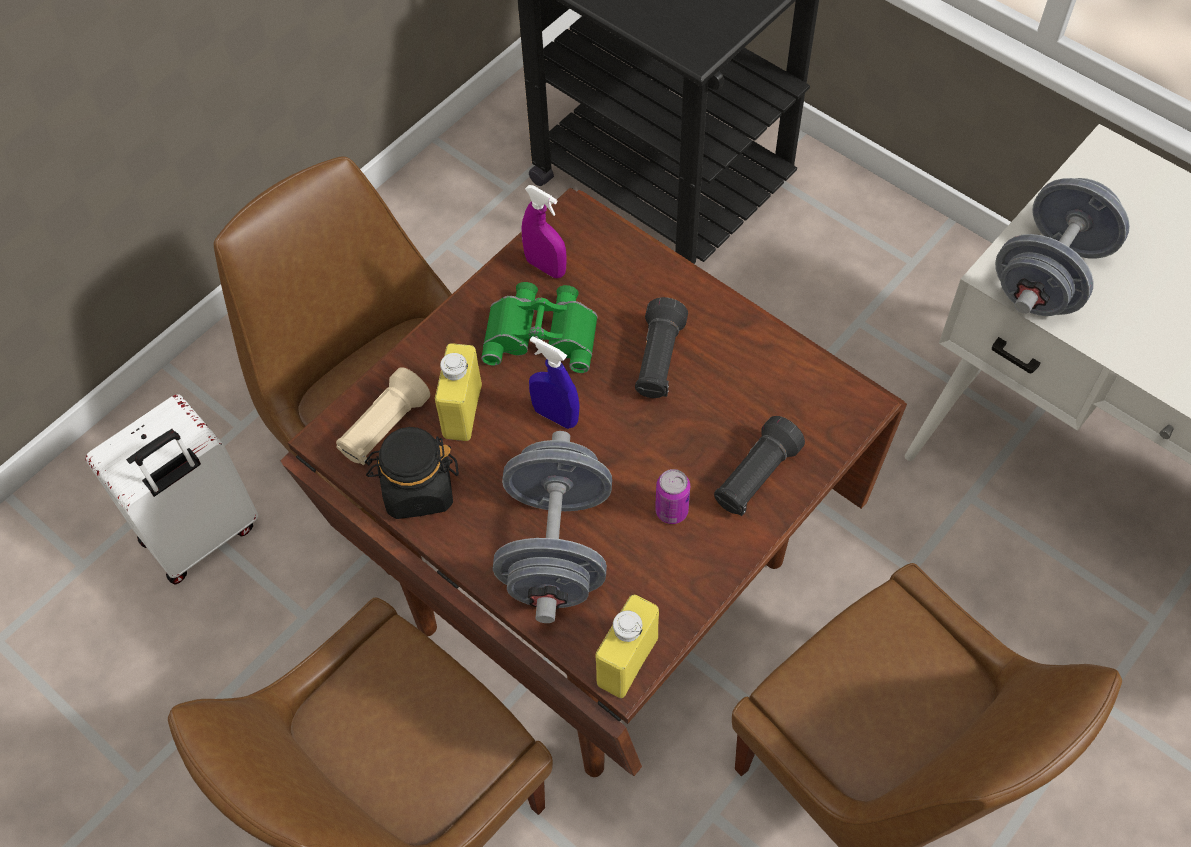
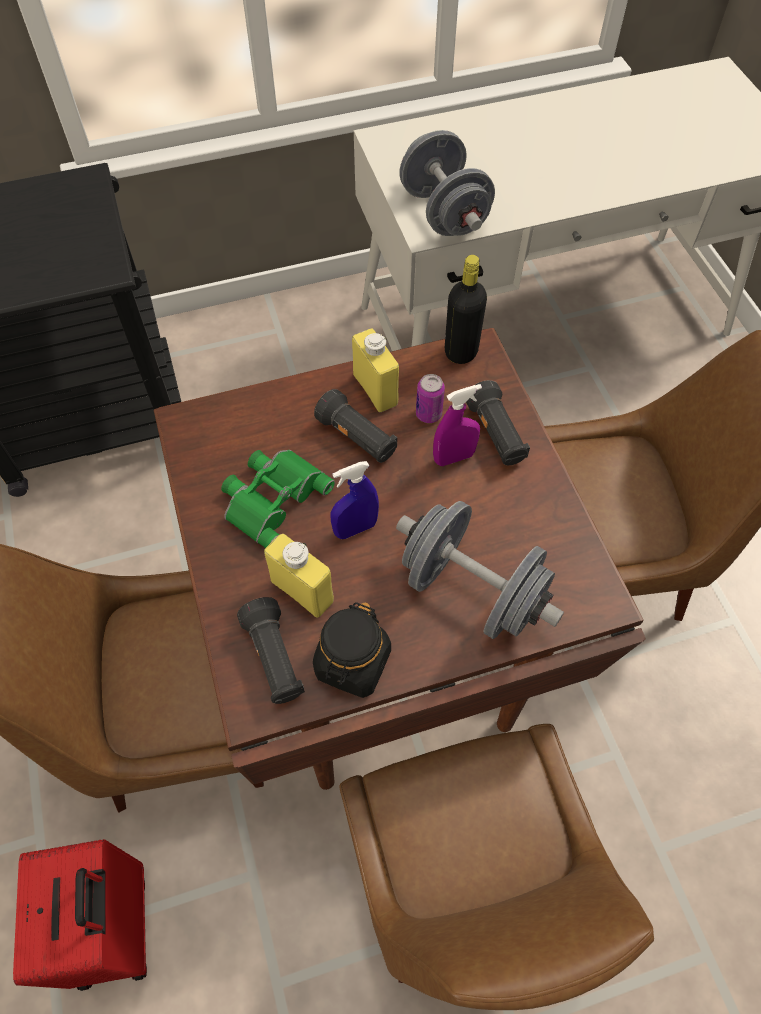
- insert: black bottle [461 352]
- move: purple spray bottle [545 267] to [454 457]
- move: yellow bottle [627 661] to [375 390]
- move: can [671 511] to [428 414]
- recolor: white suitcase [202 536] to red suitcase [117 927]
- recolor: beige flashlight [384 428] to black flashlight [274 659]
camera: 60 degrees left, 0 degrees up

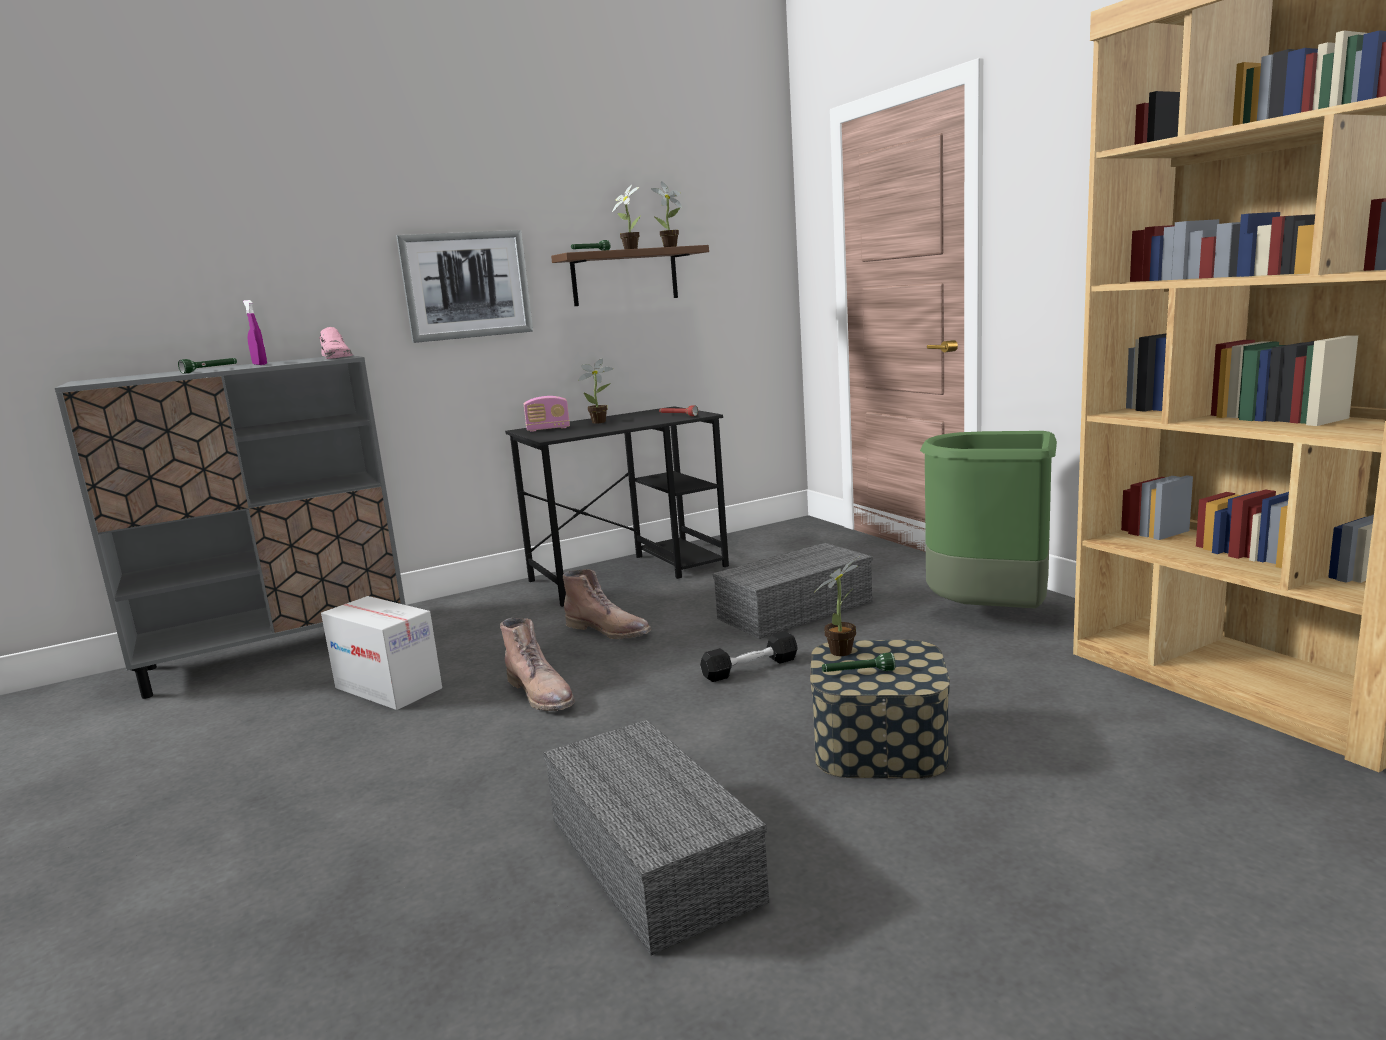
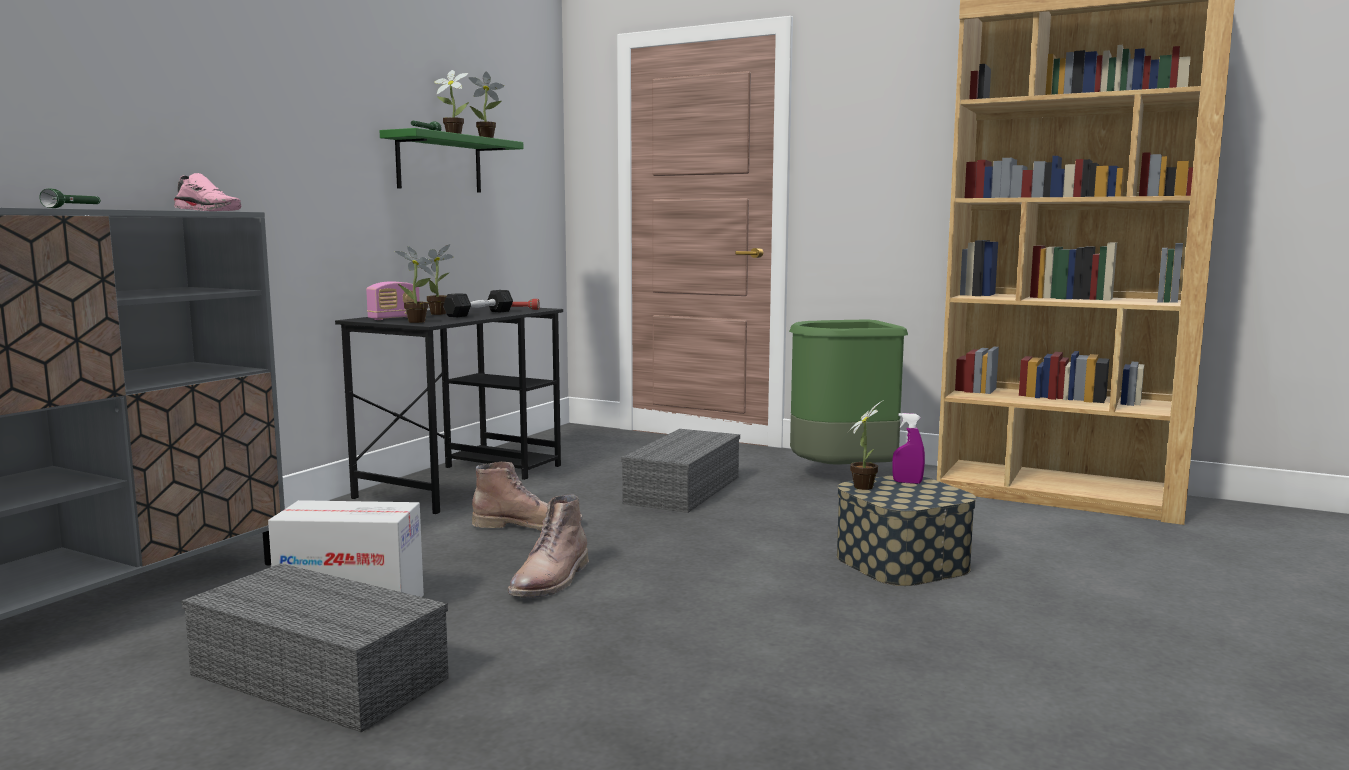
- delete: picture [466 285]
- delete: green flashlight [858 673]
- insert: potted plant [418 322]
- move: purple spray bottle [260 364] to [907 482]
- move: grey storage box [656 859] to [323 676]
- move: black dumbbell [750 668] to [479 314]
- recolor: brown shelf [625 276] to green shelf [439 164]
- rotate: brown boot [542 694] = [551 581] 90 degrees clockwise
camera: 35 degrees left, 5 degrees down

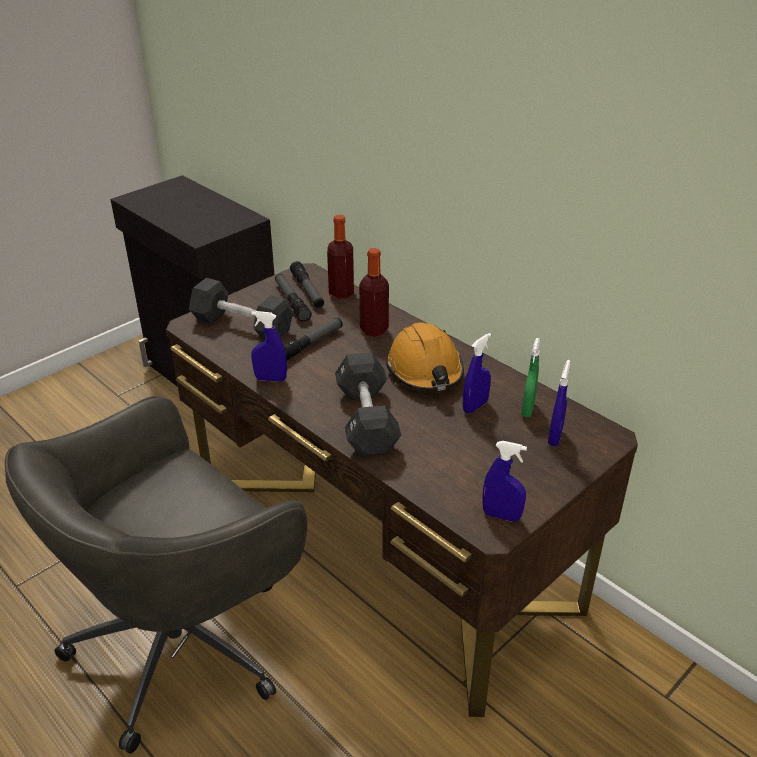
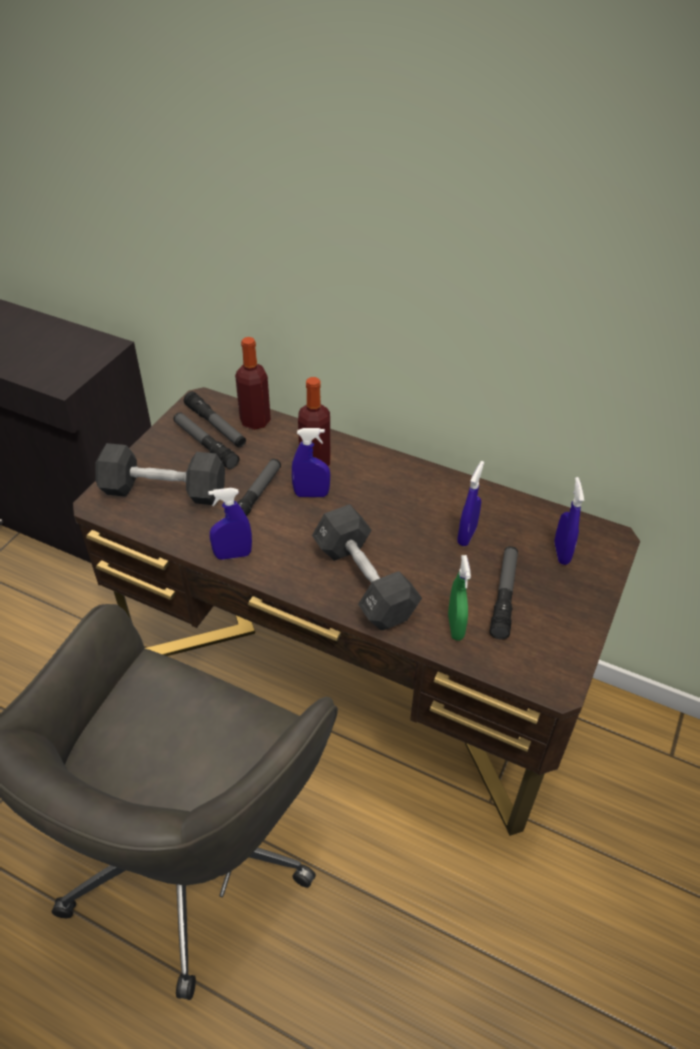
- delete: orange hard hat [425 371]
- insert: flashlight [504 596]
- move: blue spray bottle [501 515] to [311 494]
- move: green spray bottle [527 409] to [455 627]
camera: 20 degrees left, 10 degrees up

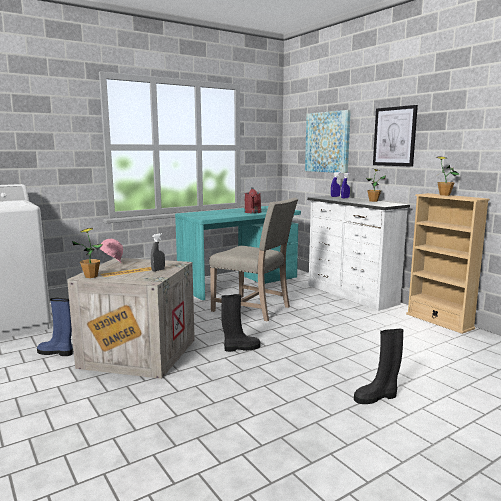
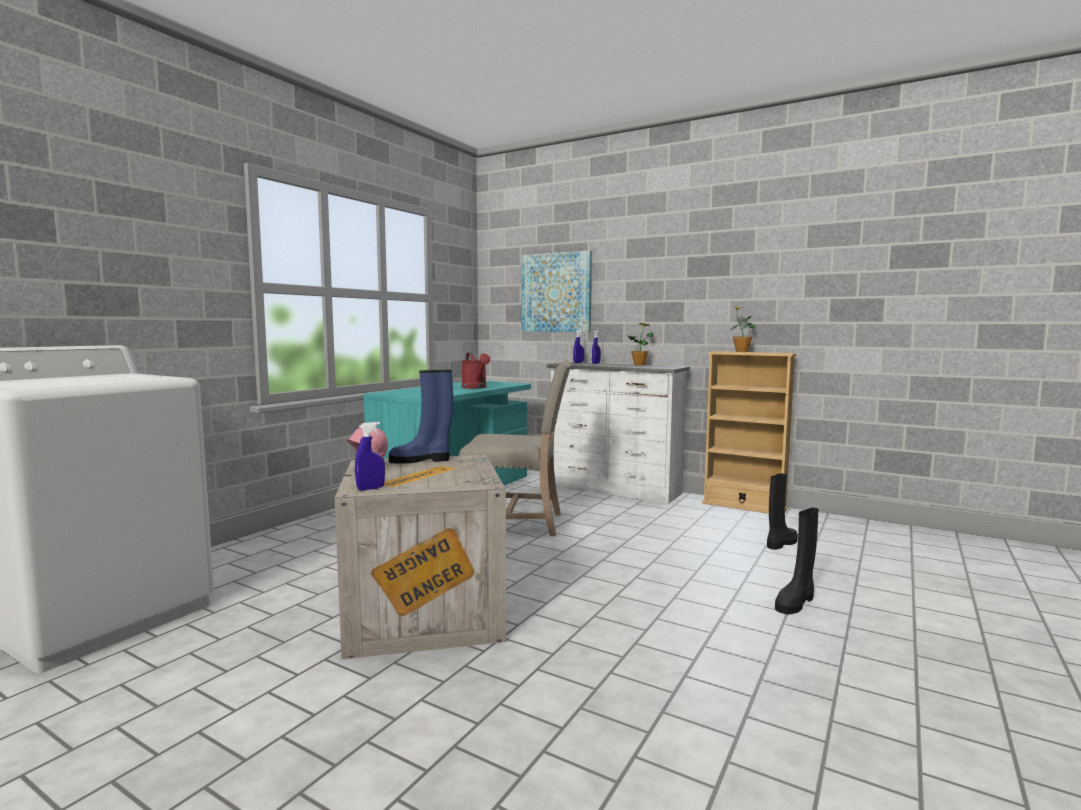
- delete: grey spray bottle [158 270]
- delete: picture [394 136]
- move: blue boot [56 352] to [421 460]
- move: black boot [241 348] to [781 543]
- replace: potted plant [91 276] to blue spray bottle [370 488]
camera: 25 degrees left, 5 degrees down

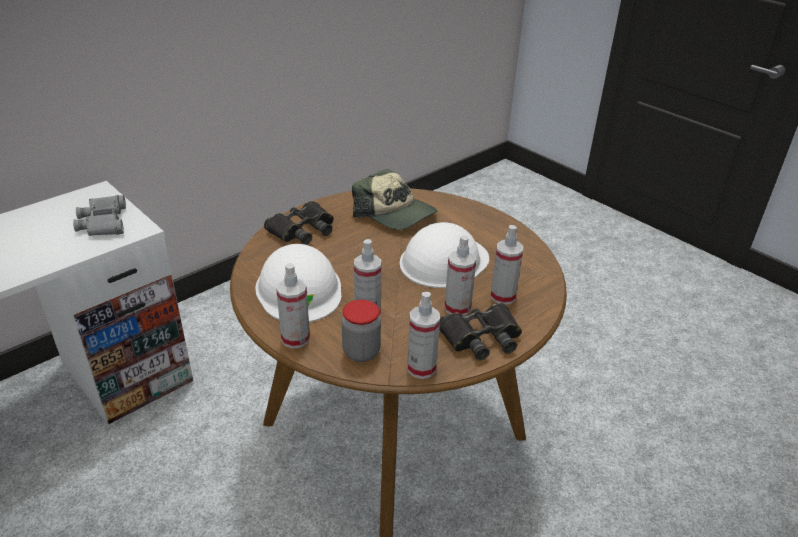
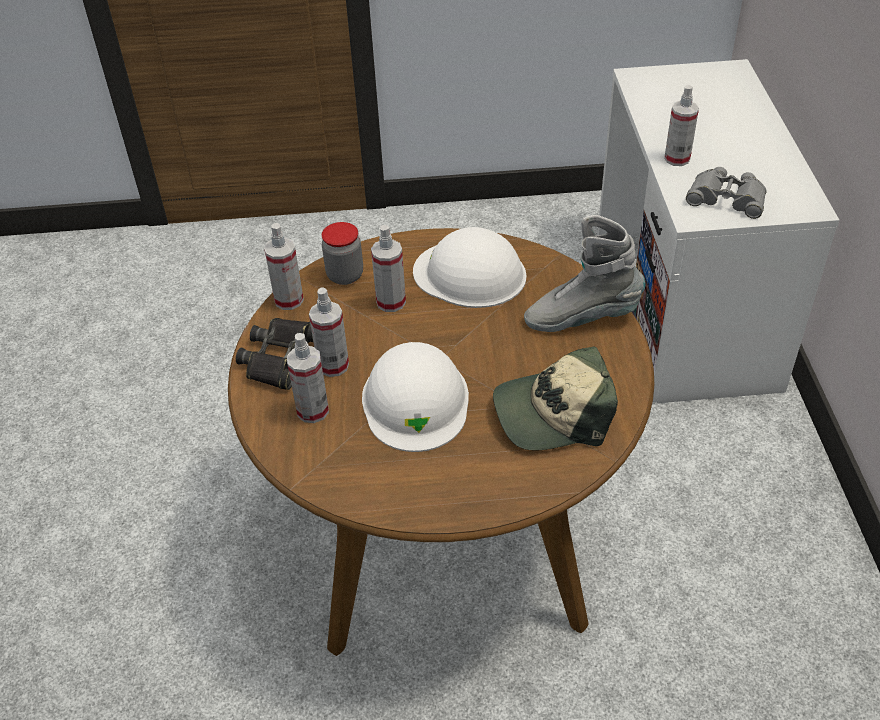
- move: spray bottle [295 339] to [677 158]
- replace: black binoculars [302 229] to grey boot [581 318]
camera: 130 degrees right, 10 degrees up

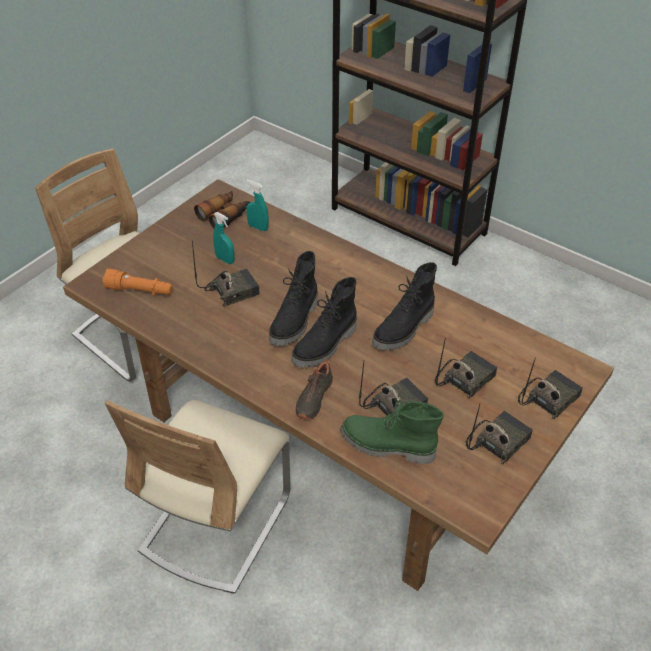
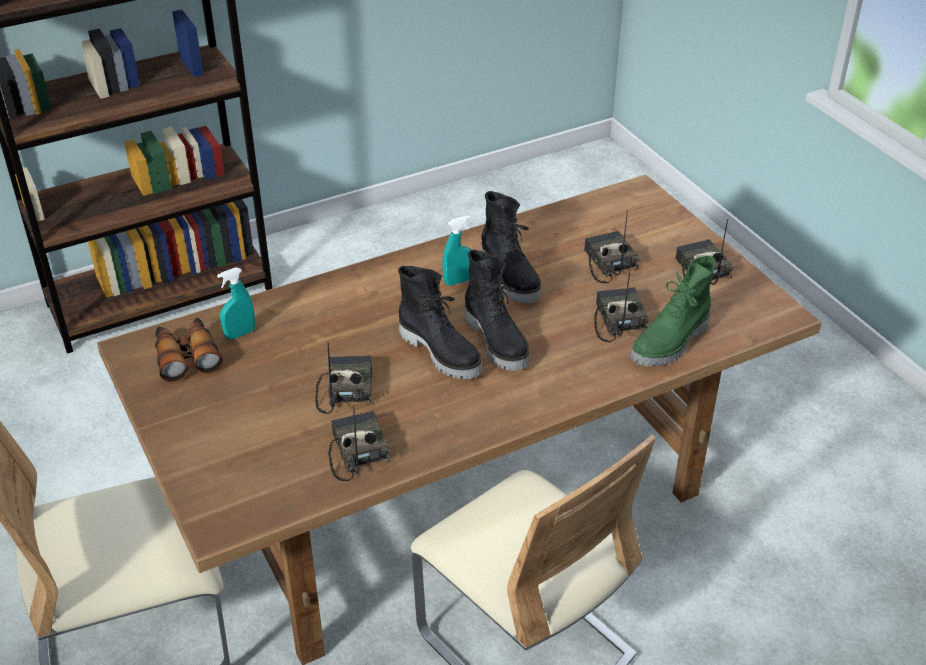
- delete: orange flashlight [140 291]
- delete: black shoe [313 397]
- move: turquoise spray bottle [225 259] to [458 281]
- move: radio [548 398] to [356 451]
camera: 65 degrees left, 5 degrees down

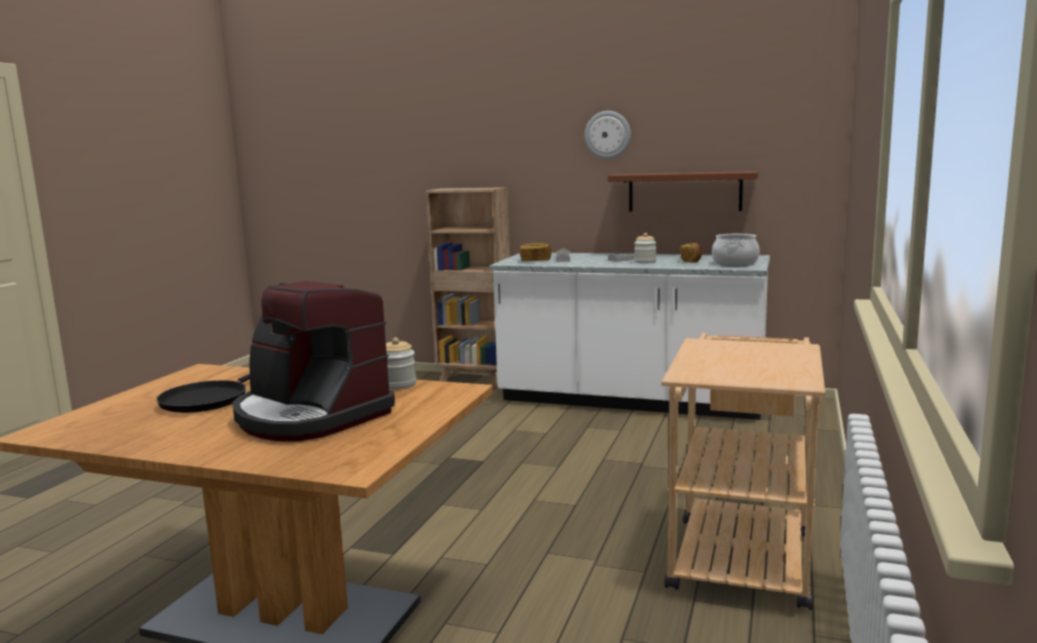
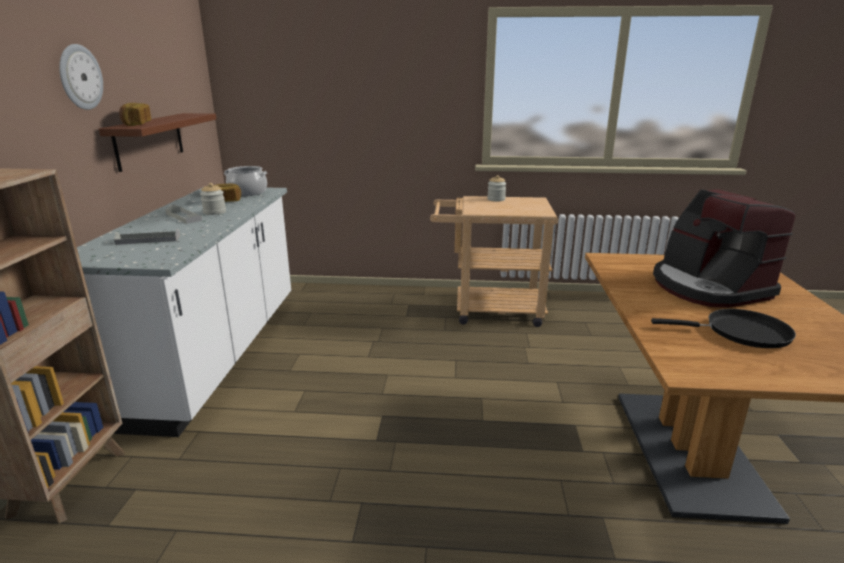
- move: jar [398 385] to [496 199]
- move: bread [535 261] to [136 124]
- rotate: coffee machine [310 415] = [707 287] 135 degrees clockwise
camera: 105 degrees left, 10 degrees up

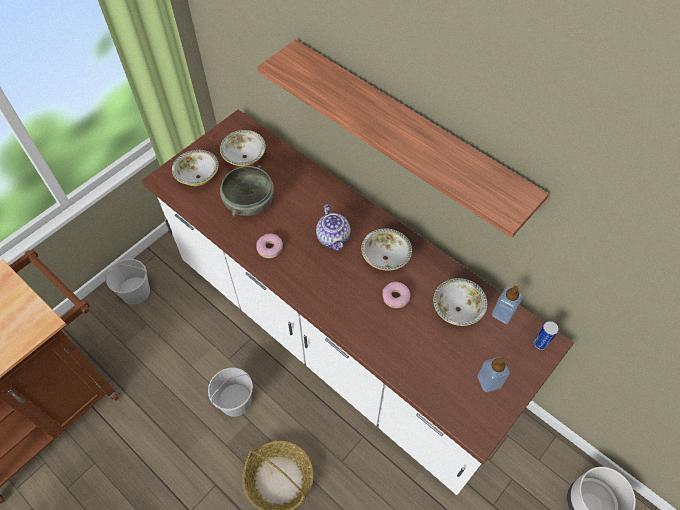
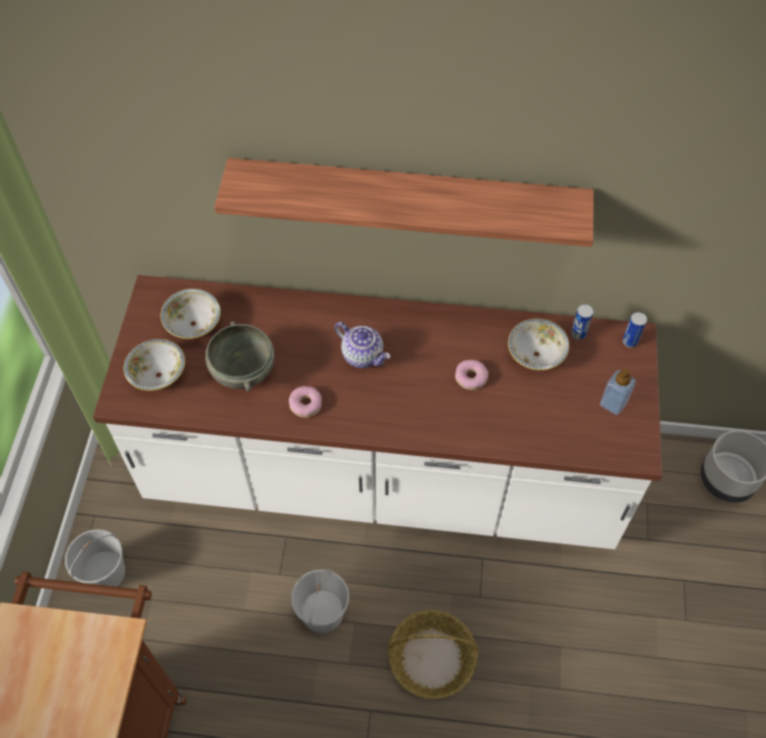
- delete: bowl [385 257]
- replace: soap dispenser [502 313] to can [578 334]
camera: 35 degrees left, 0 degrees up

